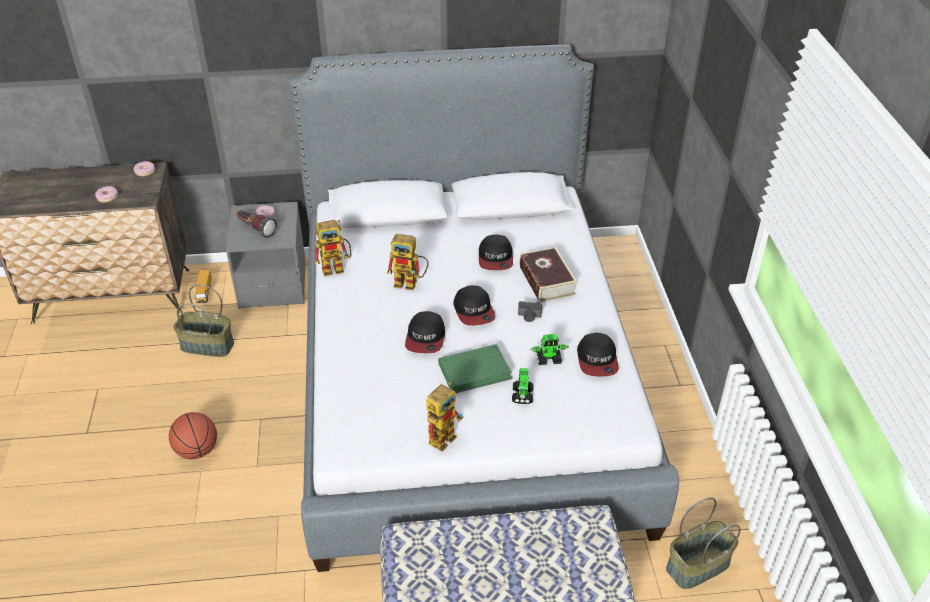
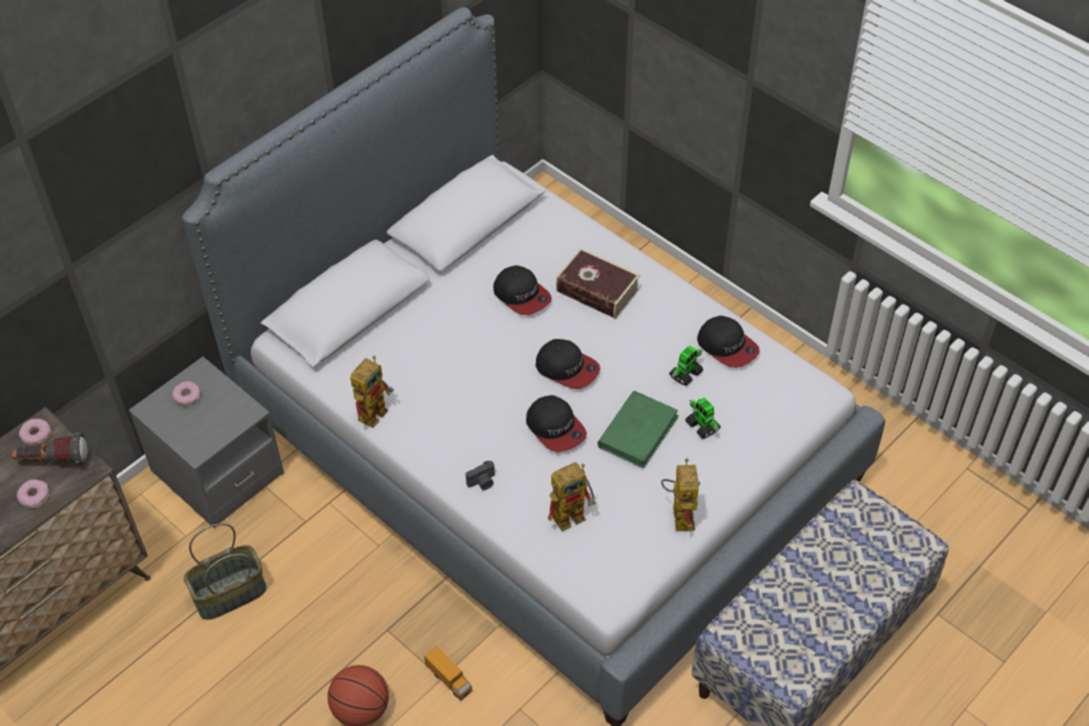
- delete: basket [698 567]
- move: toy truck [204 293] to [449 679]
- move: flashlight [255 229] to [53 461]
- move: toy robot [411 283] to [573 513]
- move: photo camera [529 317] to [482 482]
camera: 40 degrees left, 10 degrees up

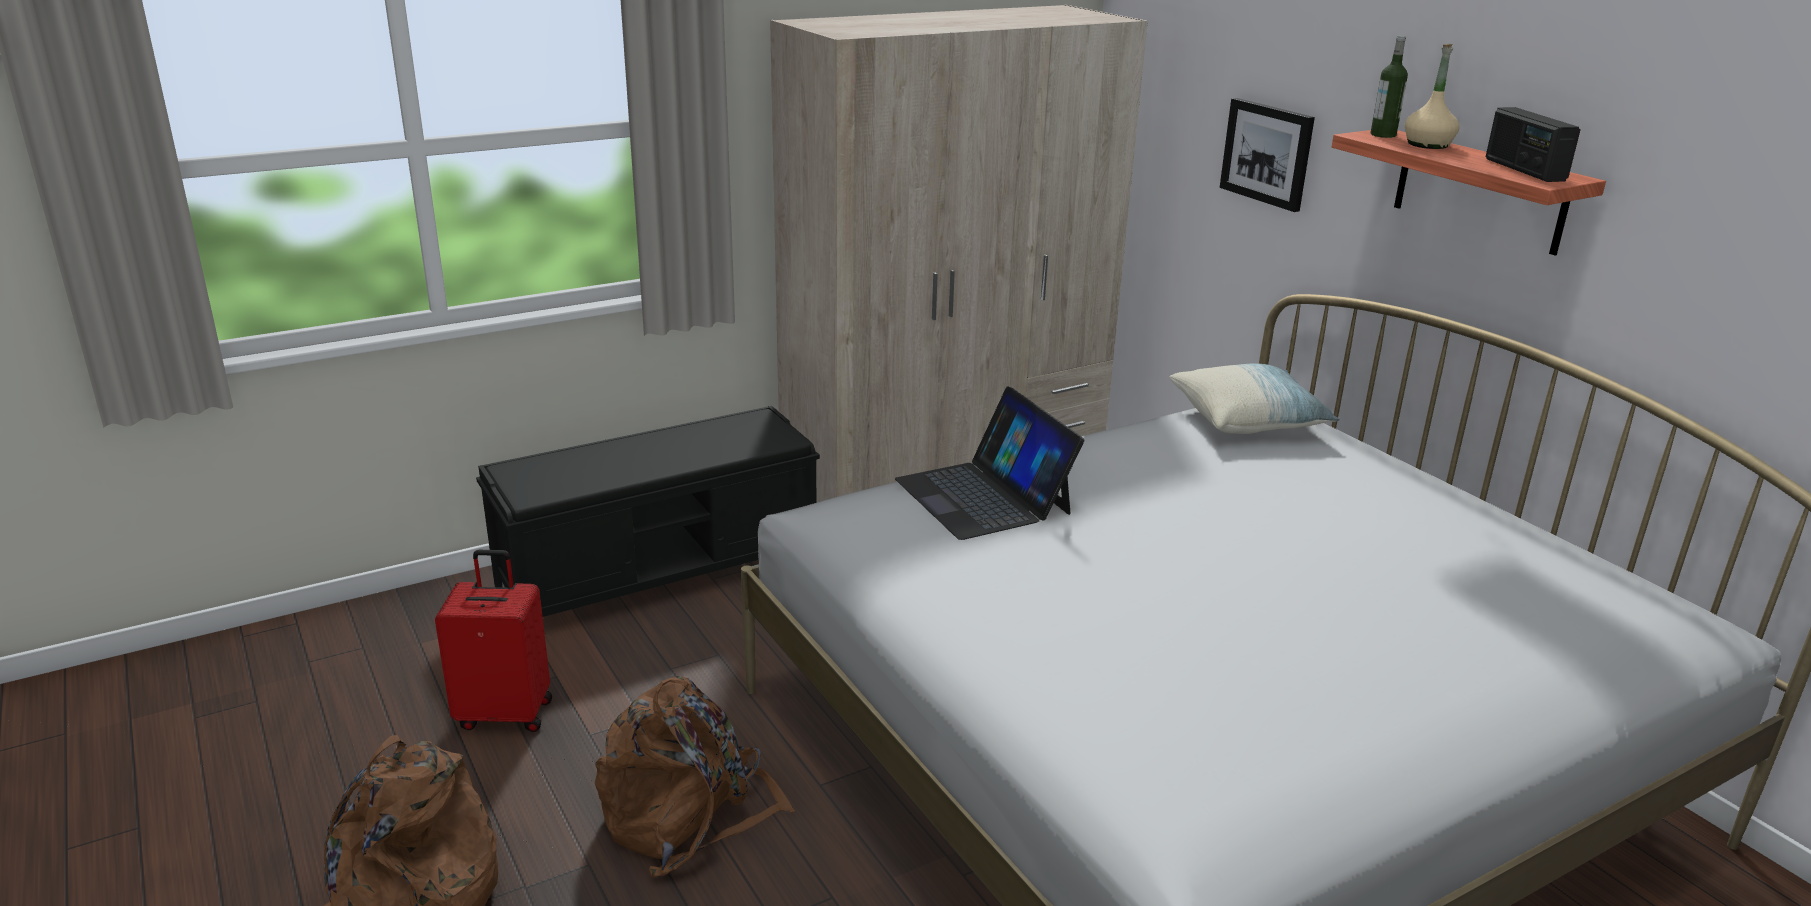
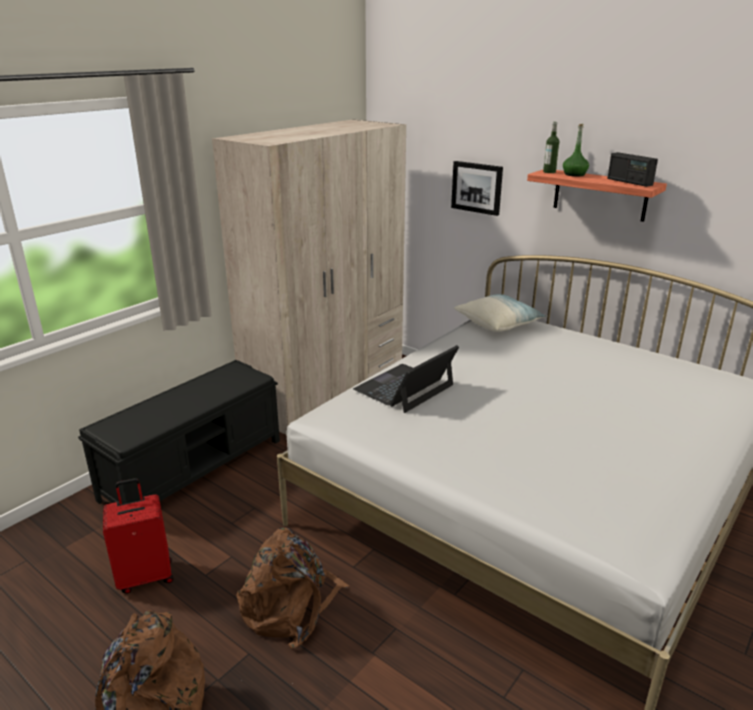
- recolor: beige bottle [1427 145] to green bottle [574 174]
- rotate: laptop [984 496] = [405 388] 90 degrees clockwise
camera: 20 degrees left, 0 degrees up

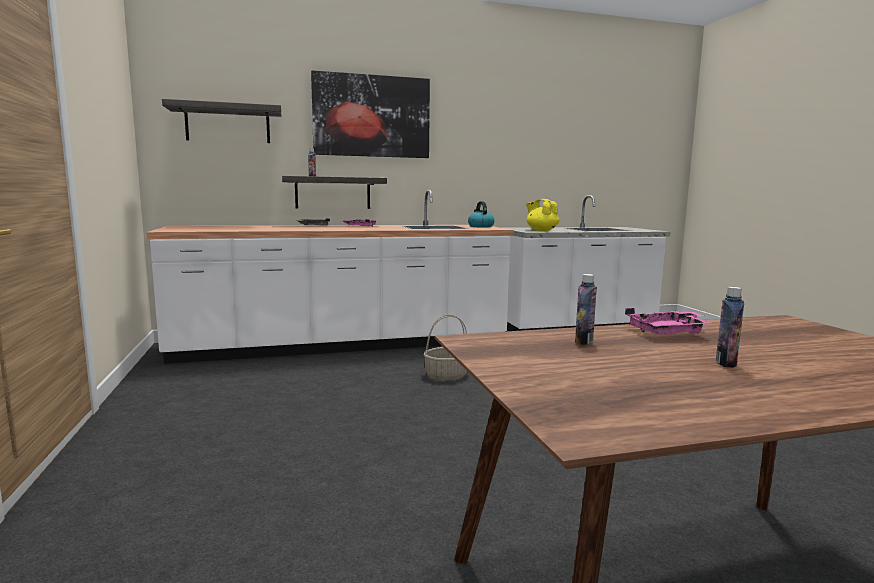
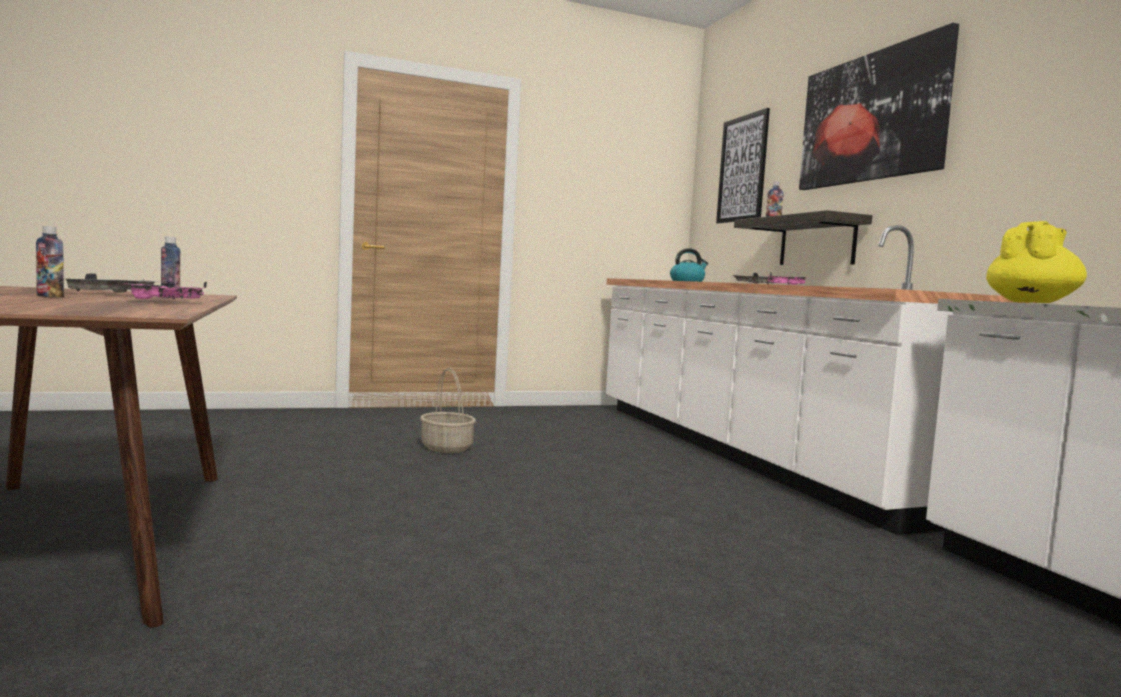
- insert: grey tray [109 294]
- move: basket [447 375] to [447 448]
- move: kettle [480 226] to [687 281]
- replace: shelf [228 125] to picture [742 169]
camera: 85 degrees right, 5 degrees down

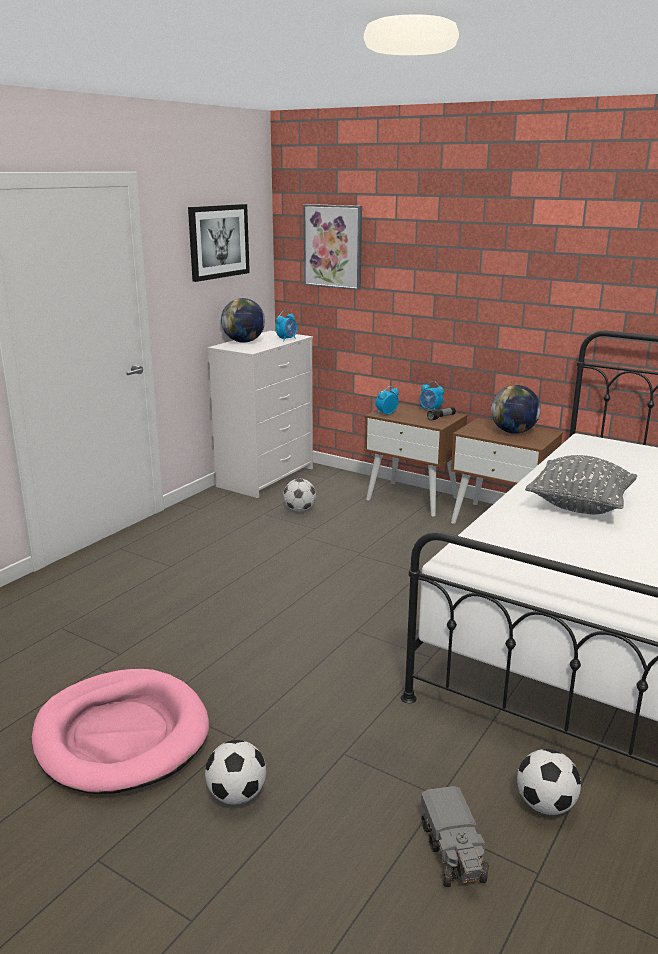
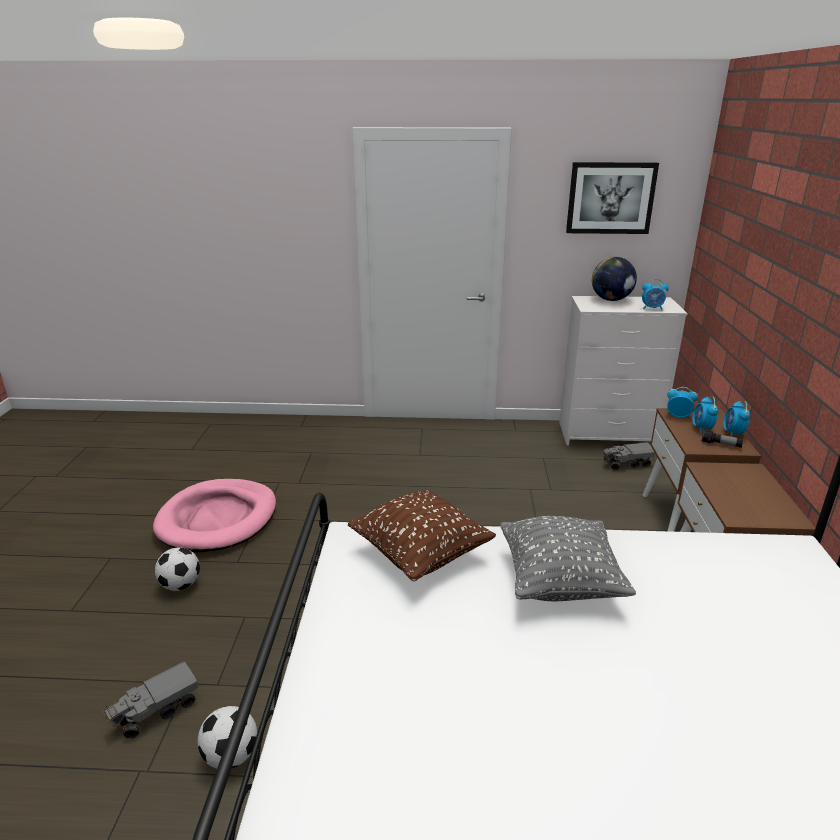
- delete: football [299 510]
- delete: picture [333 246]
- delete: globe [513 432]
- insert: brown pillow [420 554]
- insert: toy truck [626 464]
- insert: alarm clock [702 428]
camera: 60 degrees right, 5 degrees up

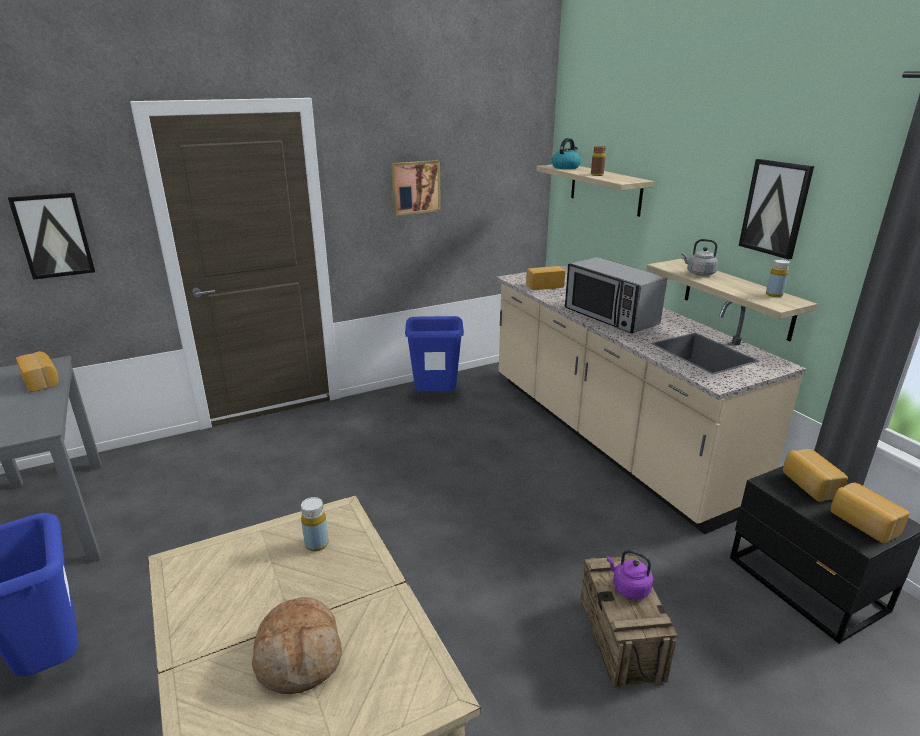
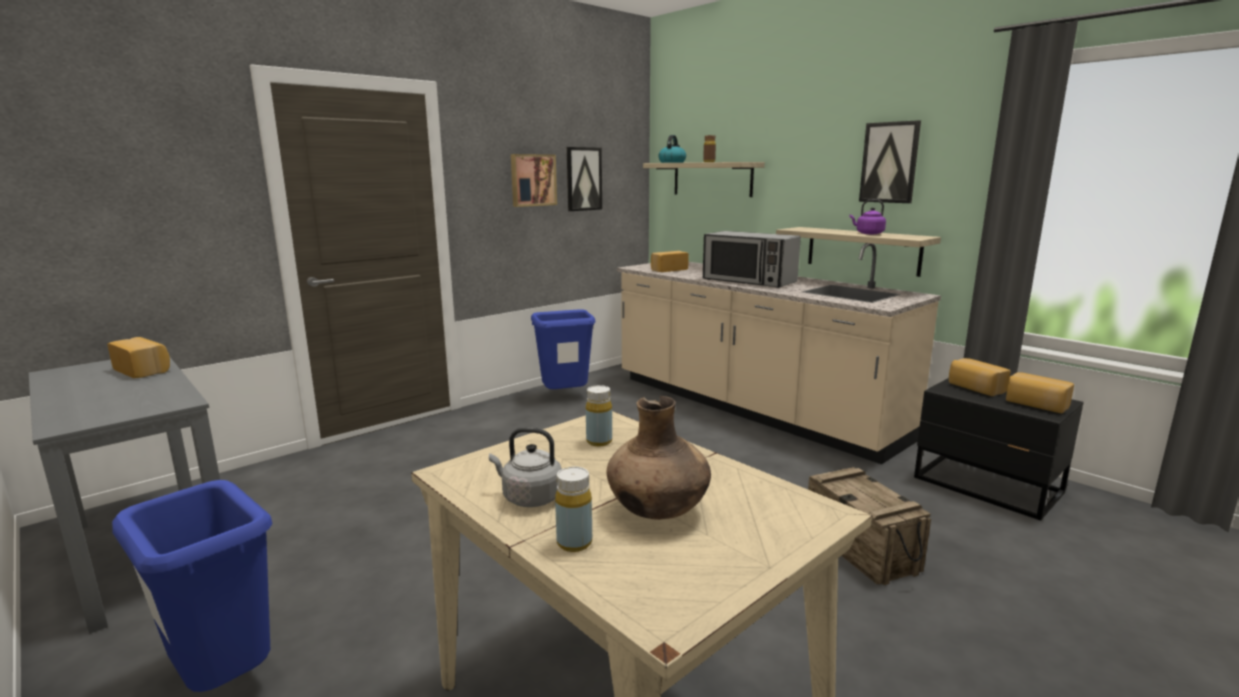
- move: picture [53 235] to [583 179]
- move: purple kettle [629 588] to [868 233]
- move: grey kettle [698 273] to [529 497]
- move: yellow bottle [774 295] to [574 543]
- replace: bread [299 656] to brown vase [658 511]
camera: 15 degrees left, 10 degrees down

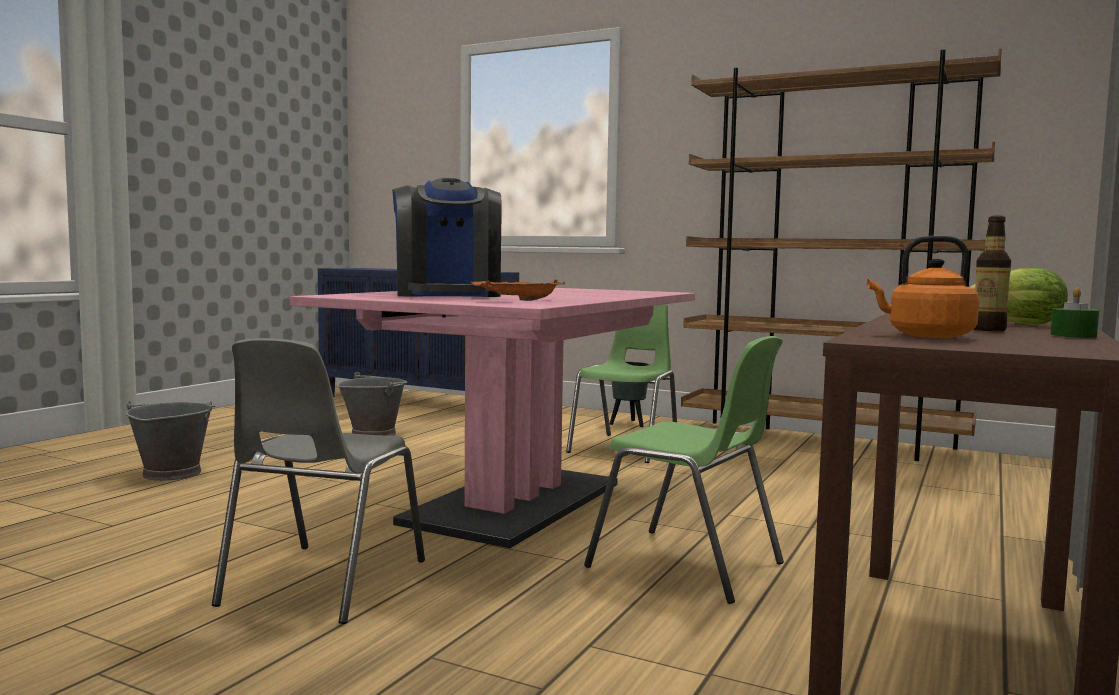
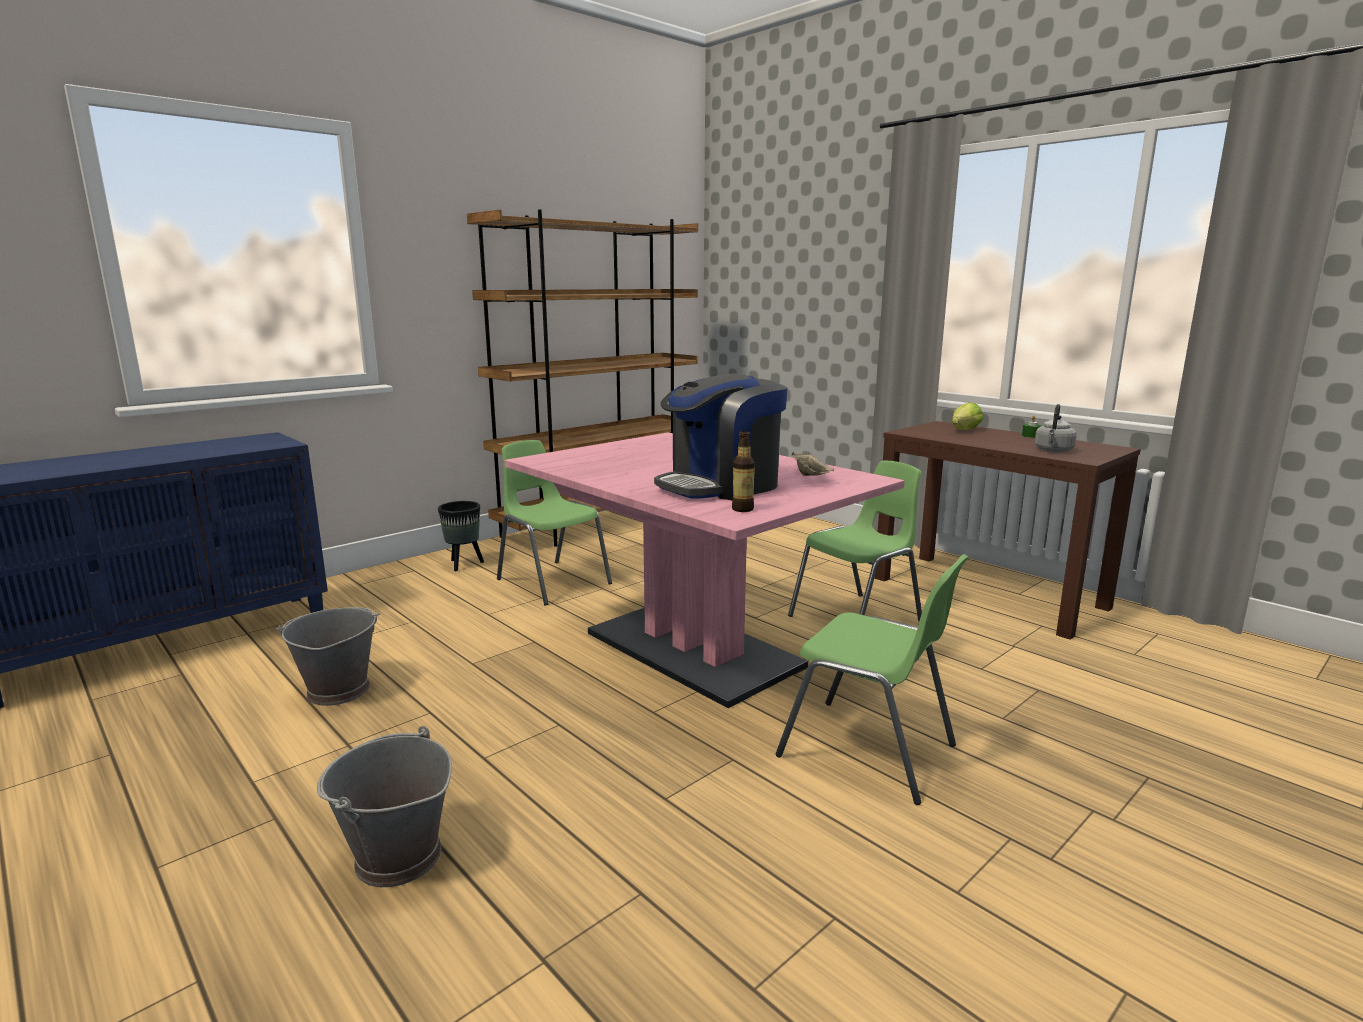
- move: bottle [988 330] to [742 509]
- recolor: grey chair [320 583] to green chair [869 751]
- recolor: orange tray [518 300] to beige tray [811 476]
- recolor: orange kettle [926 336] to grey kettle [1053 451]
- rotate: coffee machine [448 295] = [721 486] 135 degrees clockwise
camera: 70 degrees left, 10 degrees up

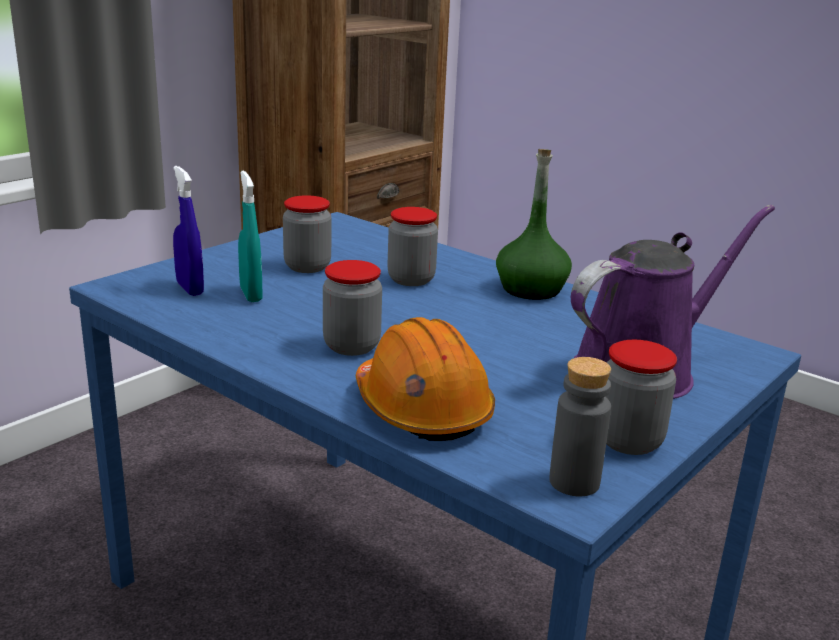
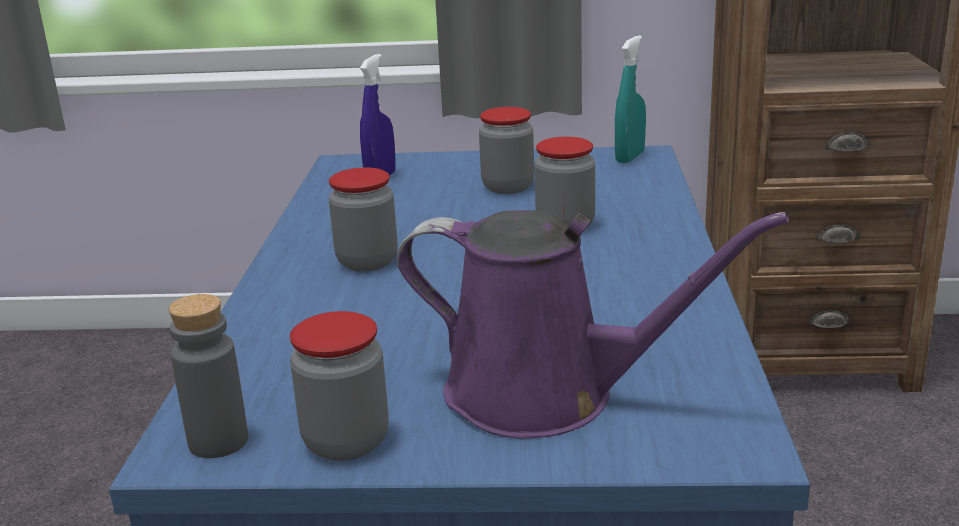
- delete: orange hard hat [422 409]
- delete: green bottle [530 289]
- move: turquoise spray bottle [251 294] to [629 157]
camera: 55 degrees right, 0 degrees up

